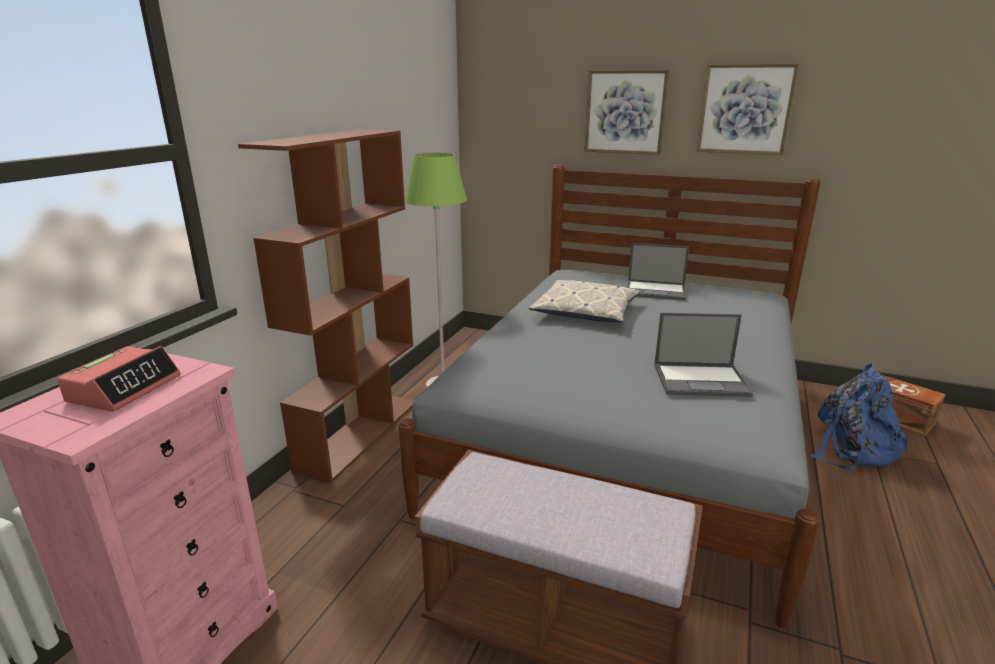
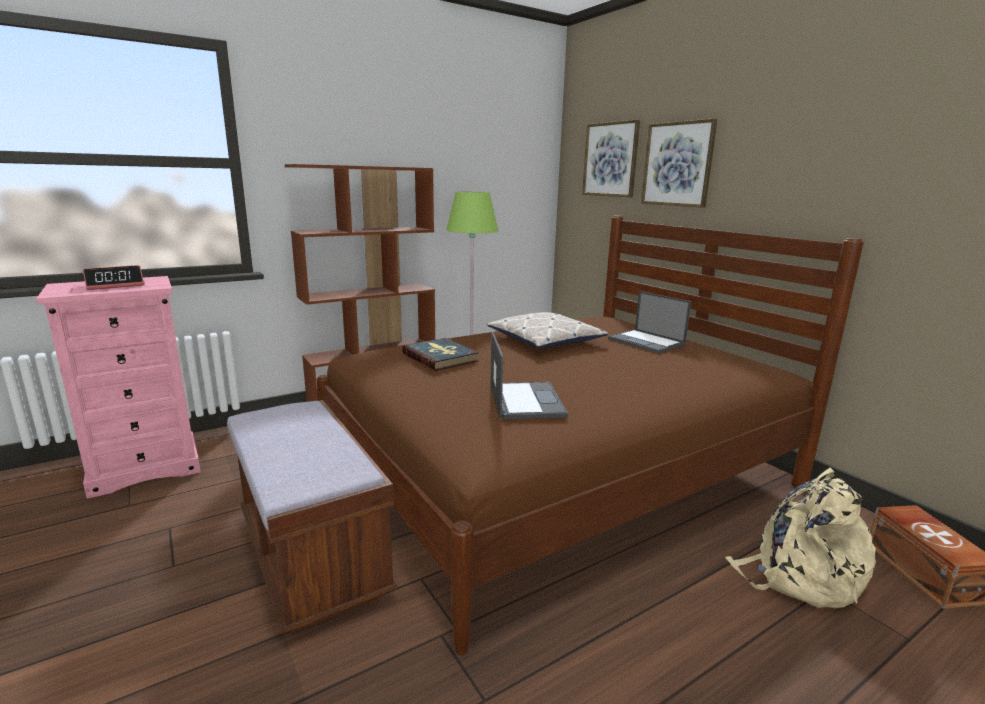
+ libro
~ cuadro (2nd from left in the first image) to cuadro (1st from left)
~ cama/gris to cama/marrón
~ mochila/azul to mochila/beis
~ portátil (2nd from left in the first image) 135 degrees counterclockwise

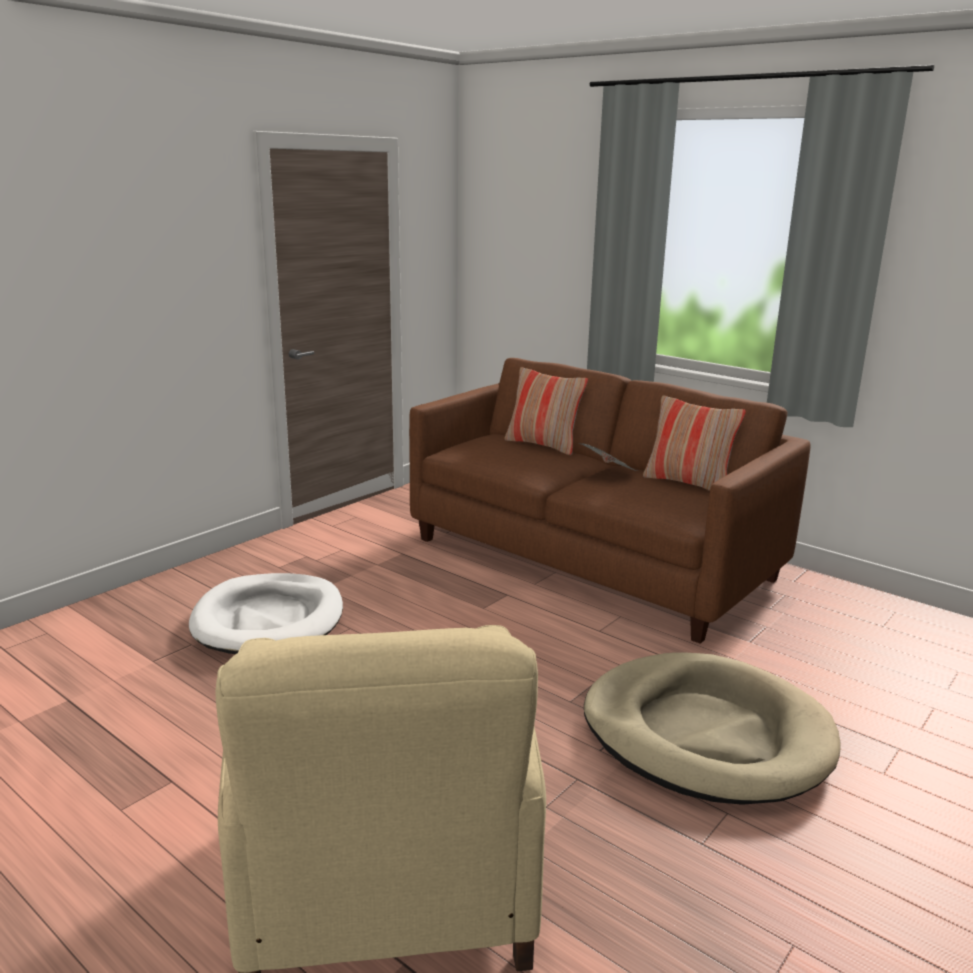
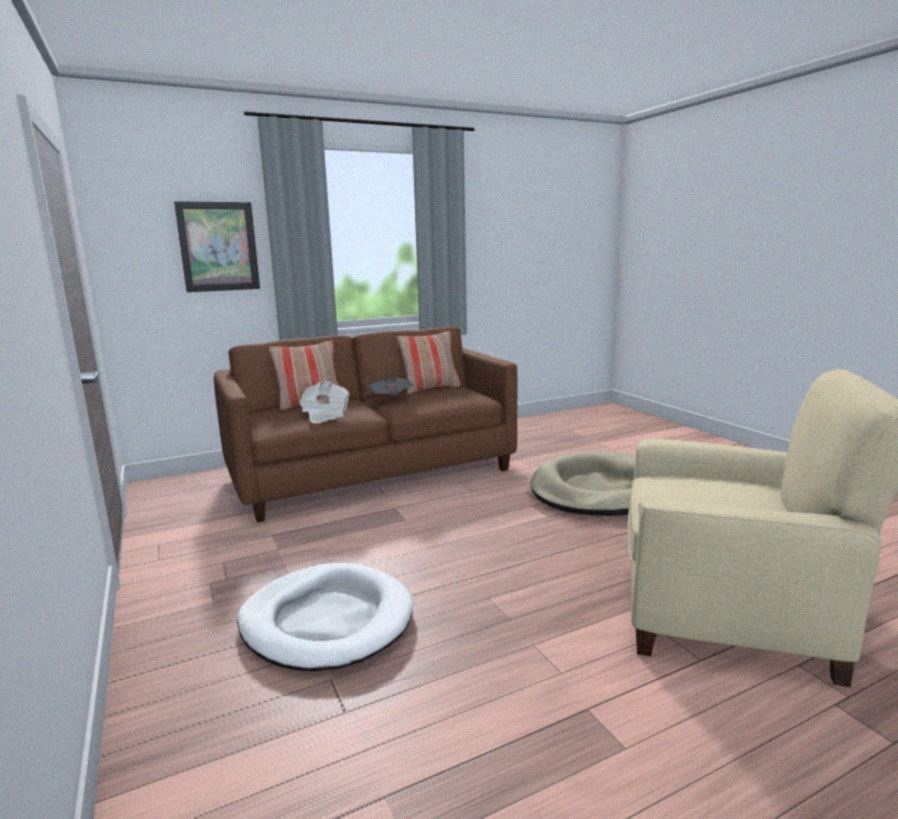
+ cuadro
+ periódico (1st from left)

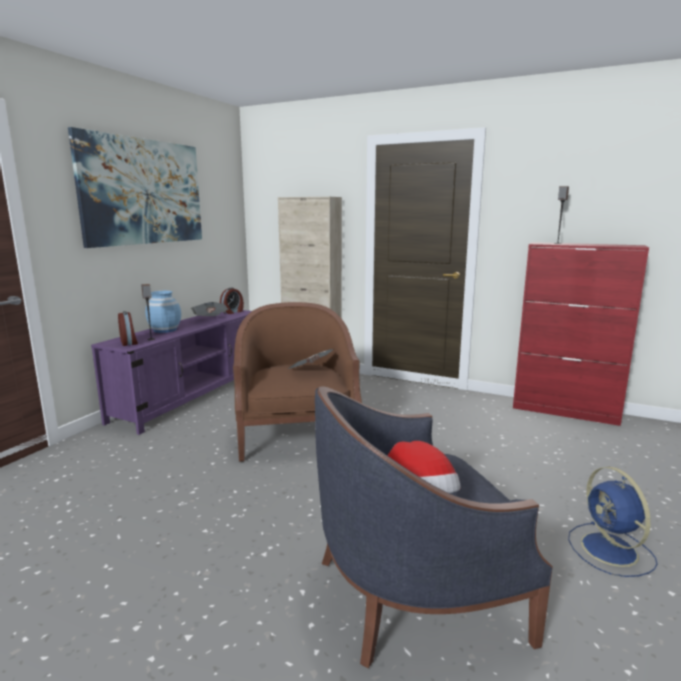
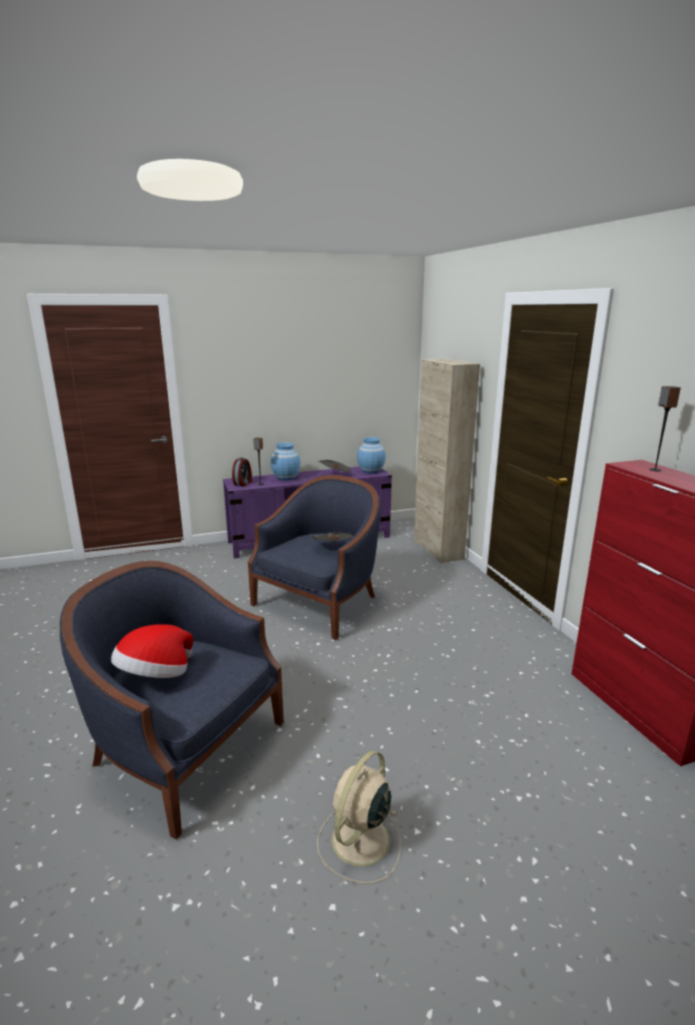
- cuadro
~ despertador (2nd from left) to florero/azul (2nd from left)
~ sillón/marrón to sillón/azul (2nd from left)
~ ventilador/azul to ventilador/beis

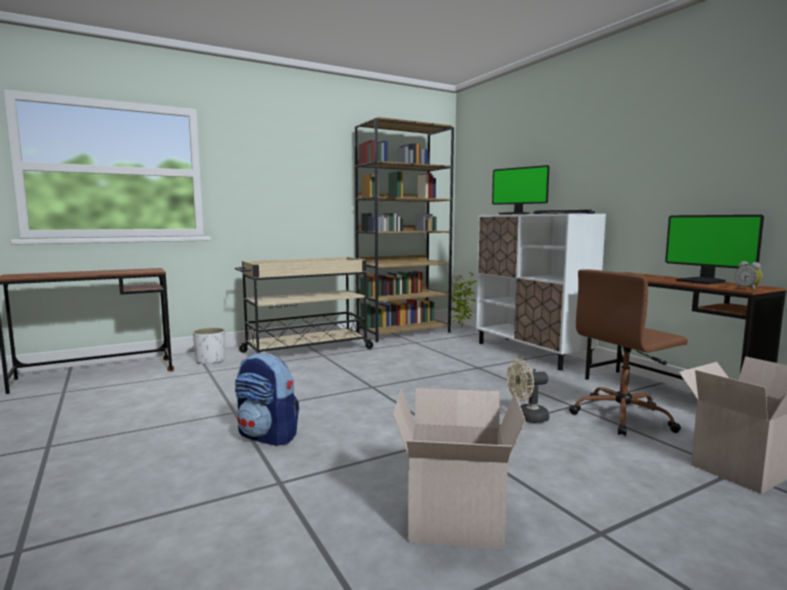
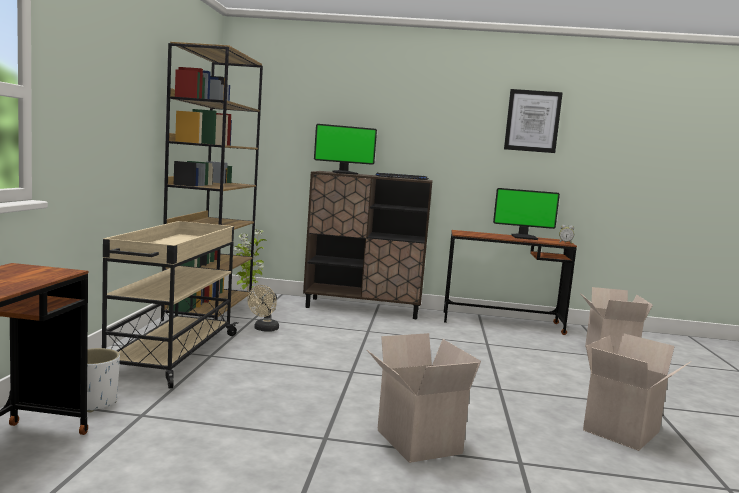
- silla de oficina/marrón
+ cuadro
~ ventilador/beis
~ mochila to caja de cartón (1st from left)
~ armario/blanco to armario/marrón

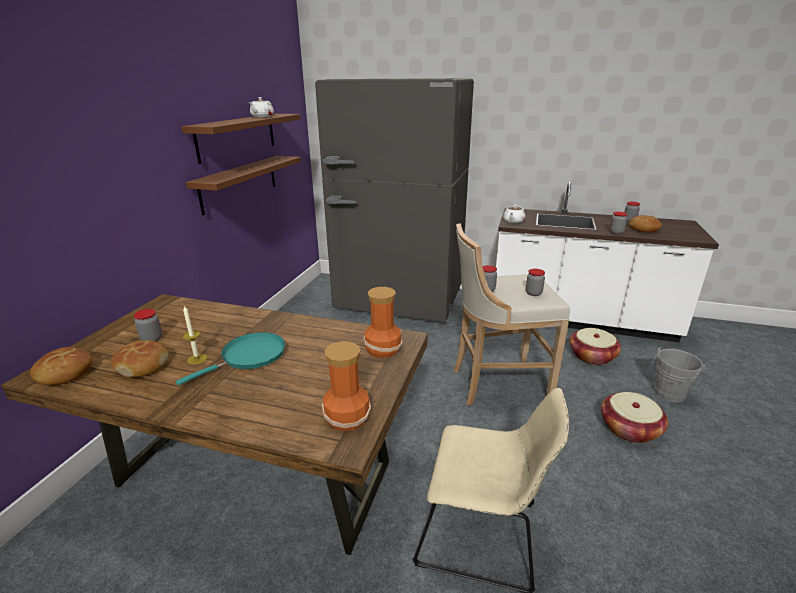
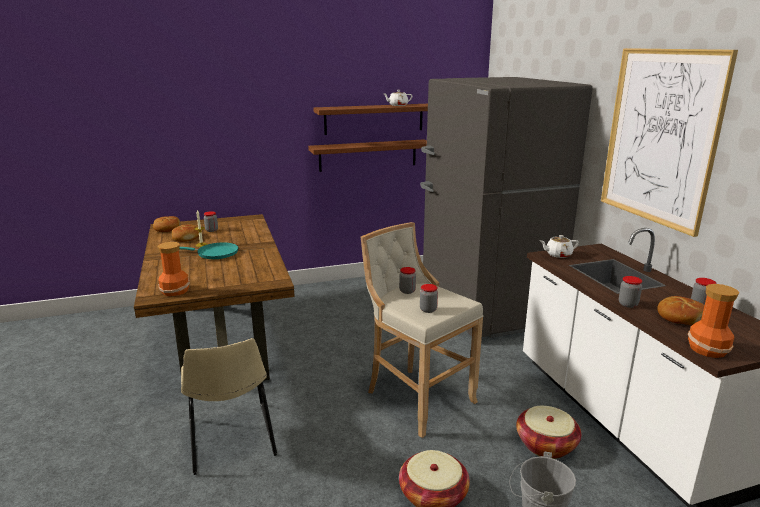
+ cuadro
~ florero (2nd from left)

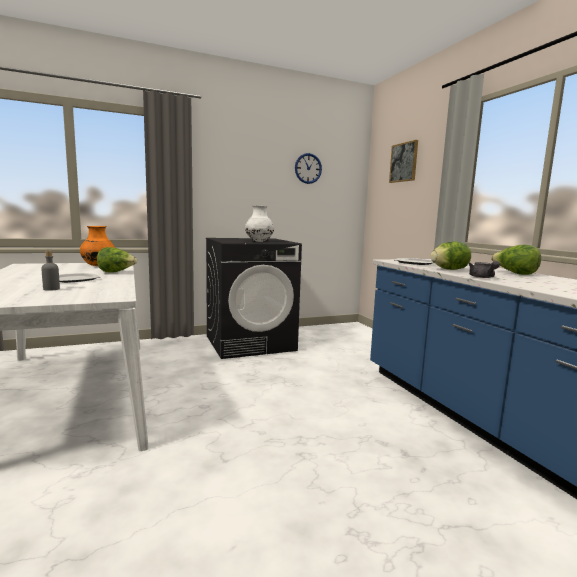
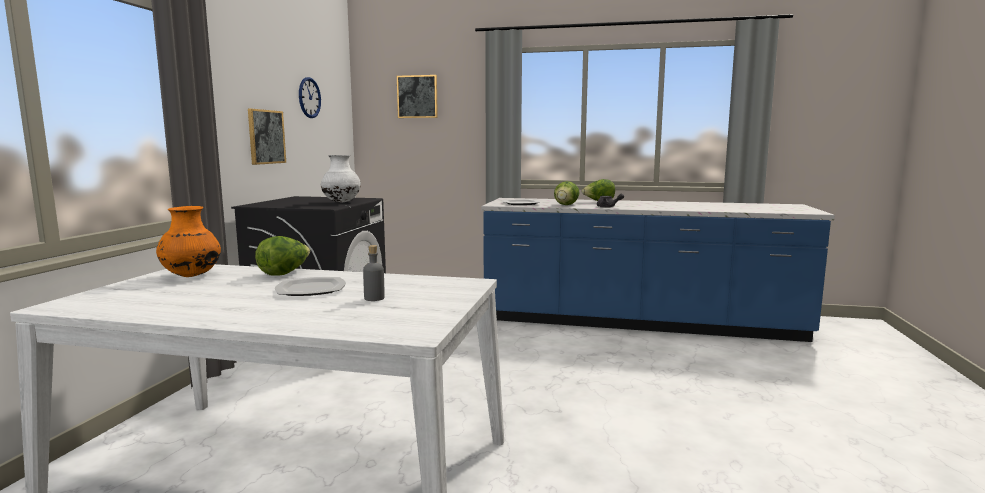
+ cuadro (1st from left)

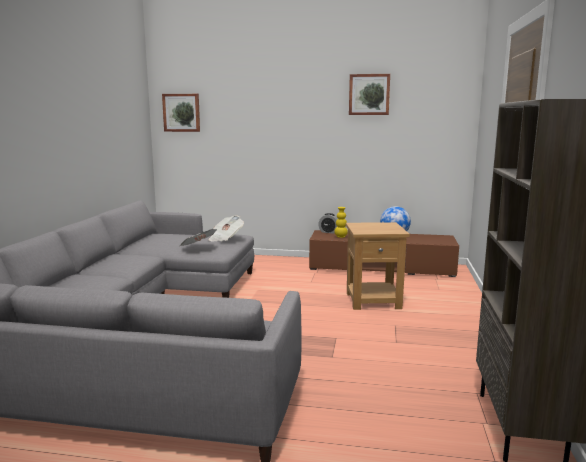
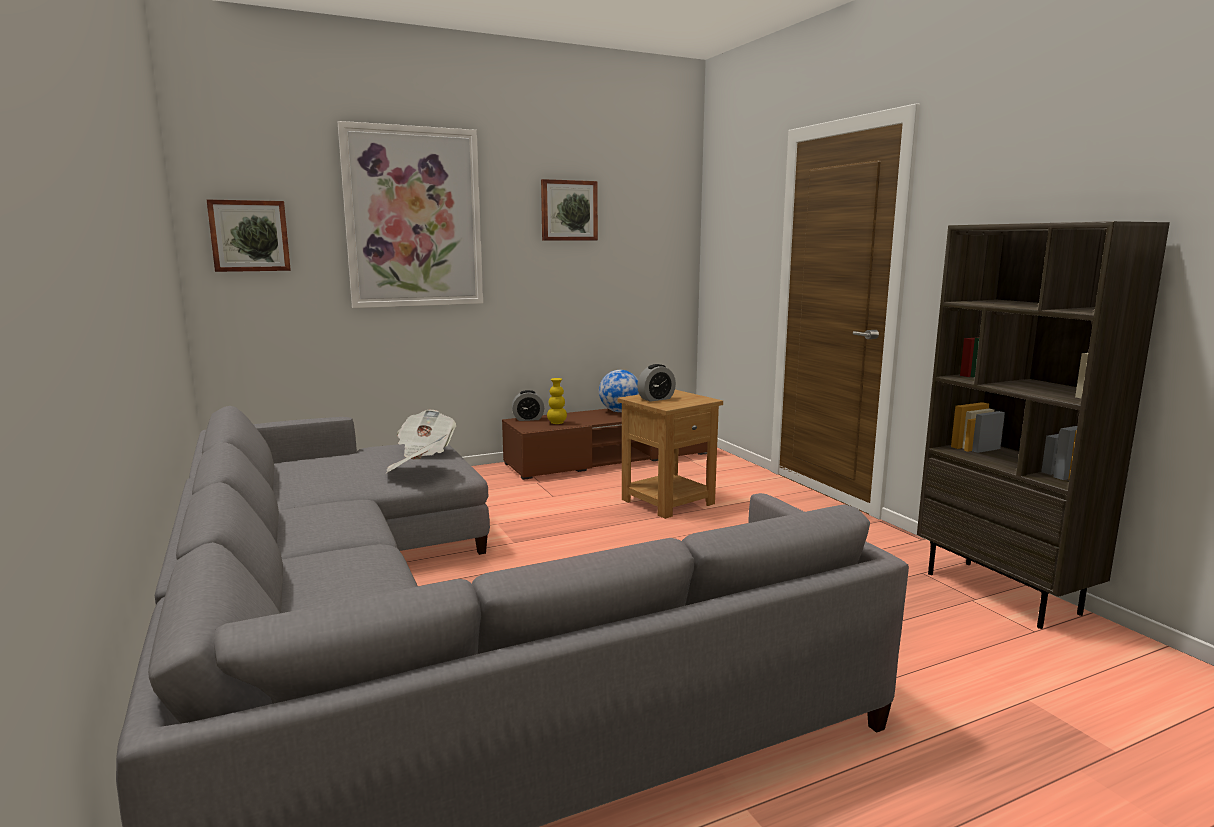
+ cuadro (2nd from left)
+ despertador (2nd from left)

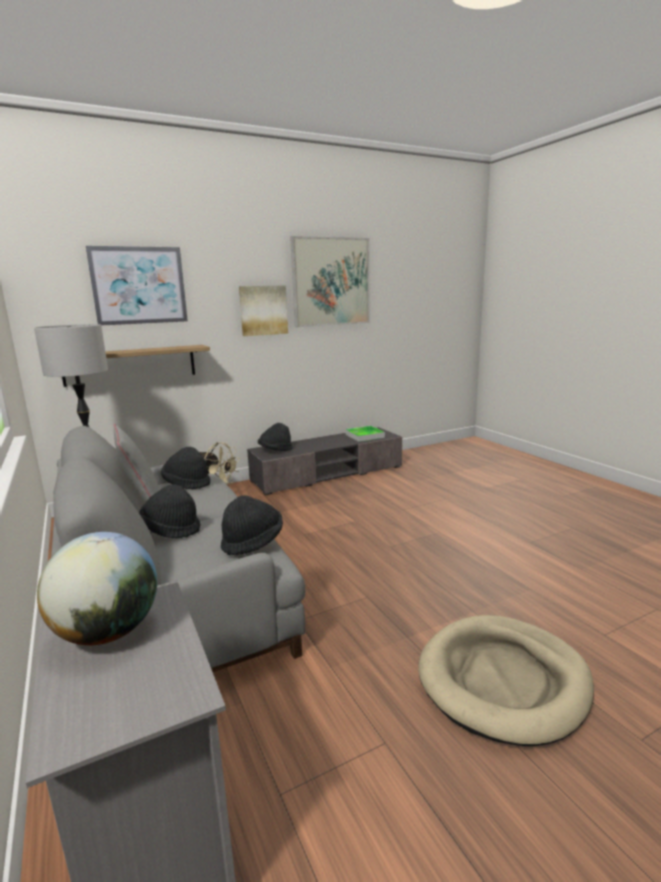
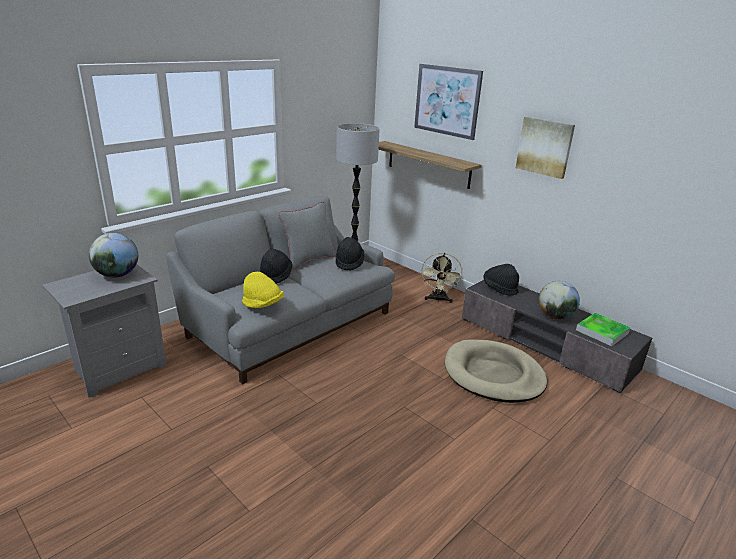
- cuadro (3rd from left)
+ globo terráqueo (2nd from left)
~ cama para perro/beis
~ sombrero/negro (3rd from left) to sombrero/amarillo

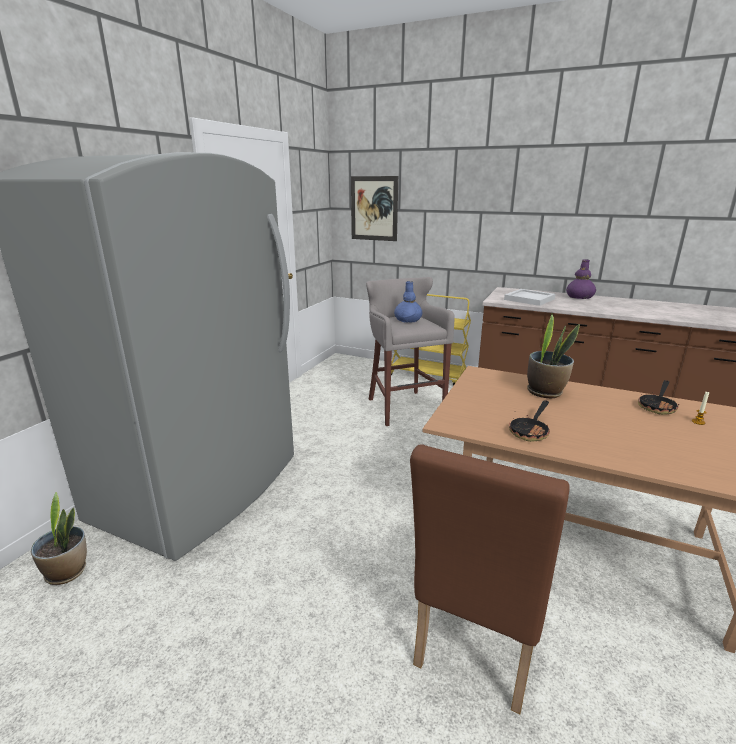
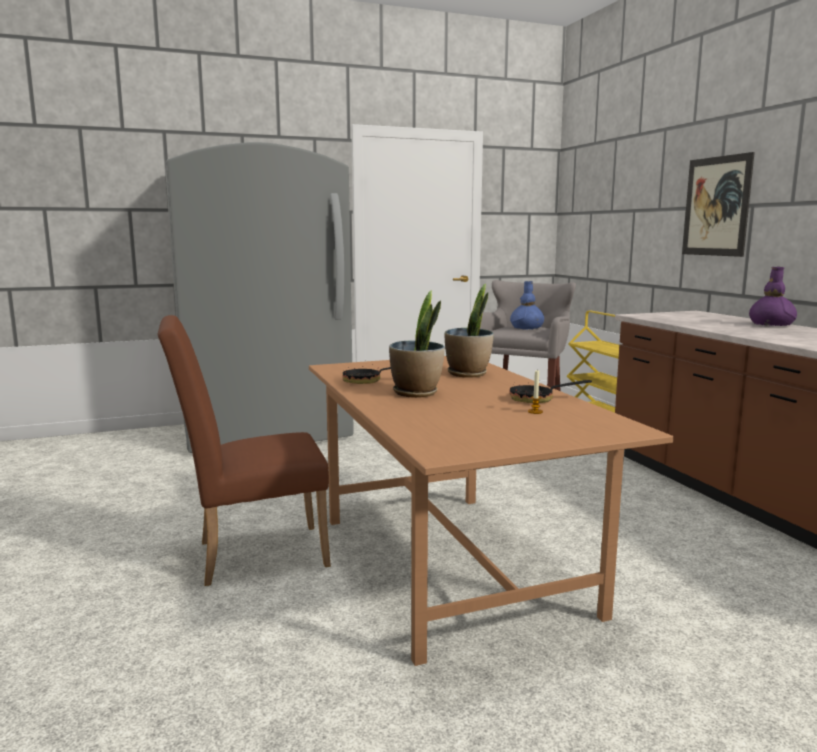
- bandeja/blanco
~ planta en maceta (1st from left)
~ cuadro

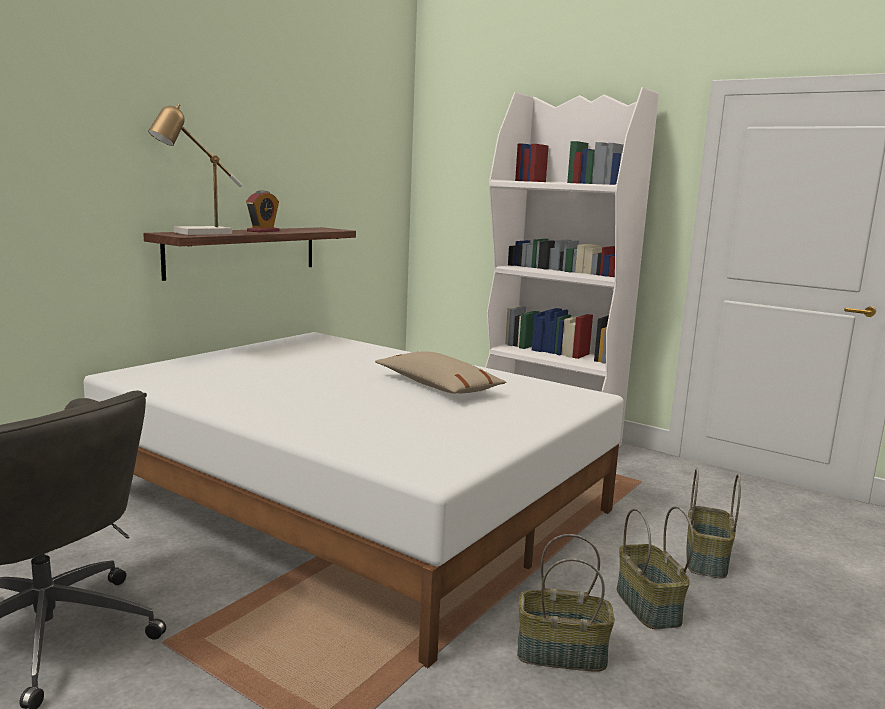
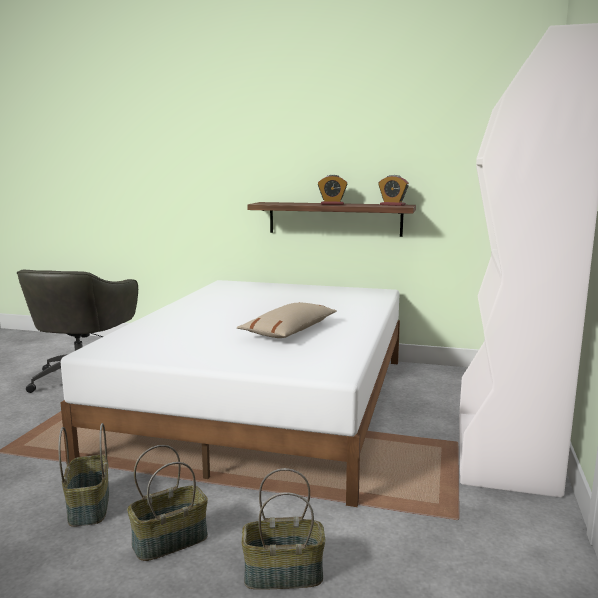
- lámpara de mesa
+ despertador (2nd from left)

